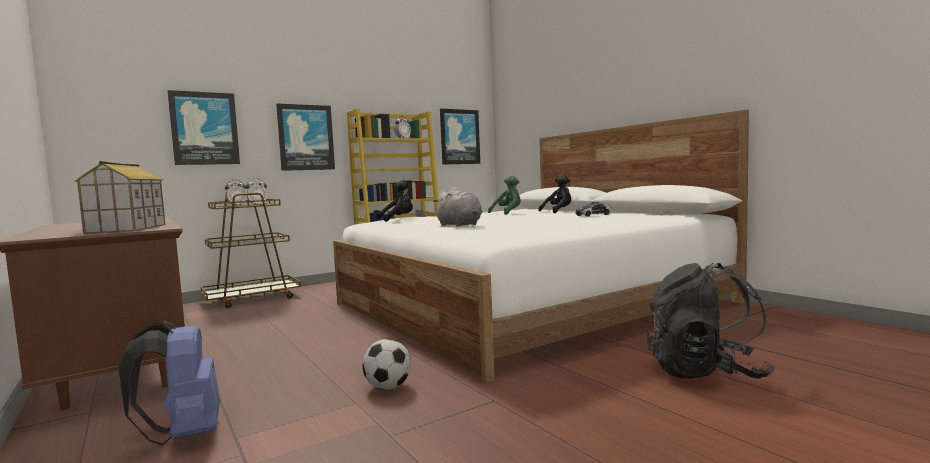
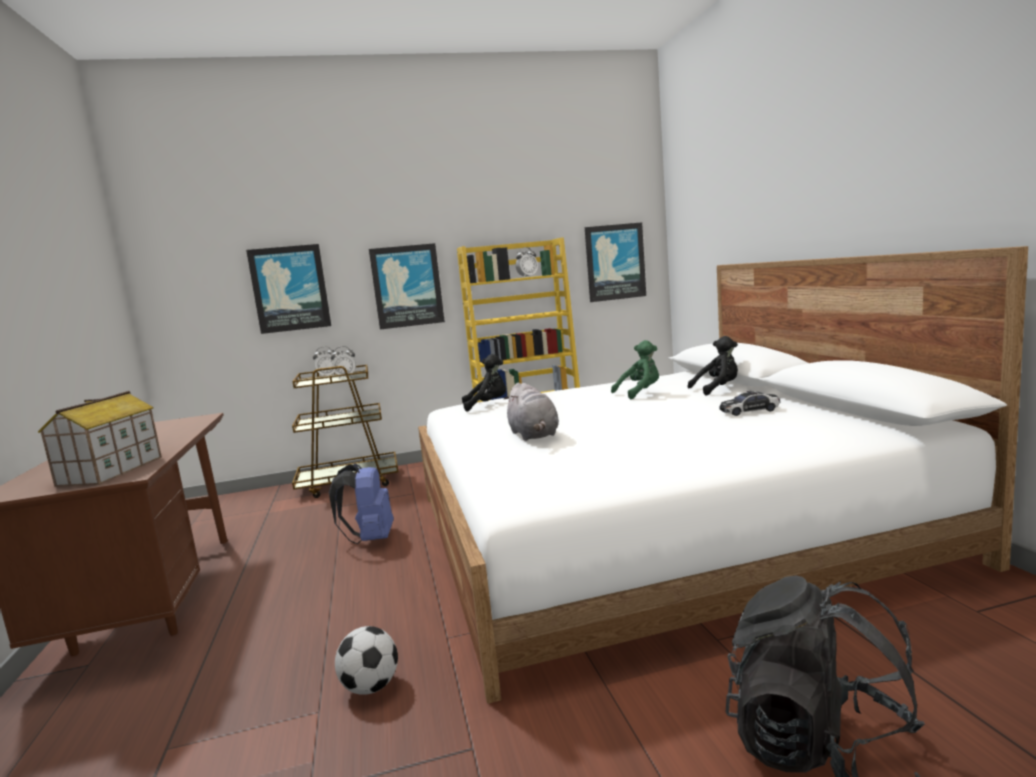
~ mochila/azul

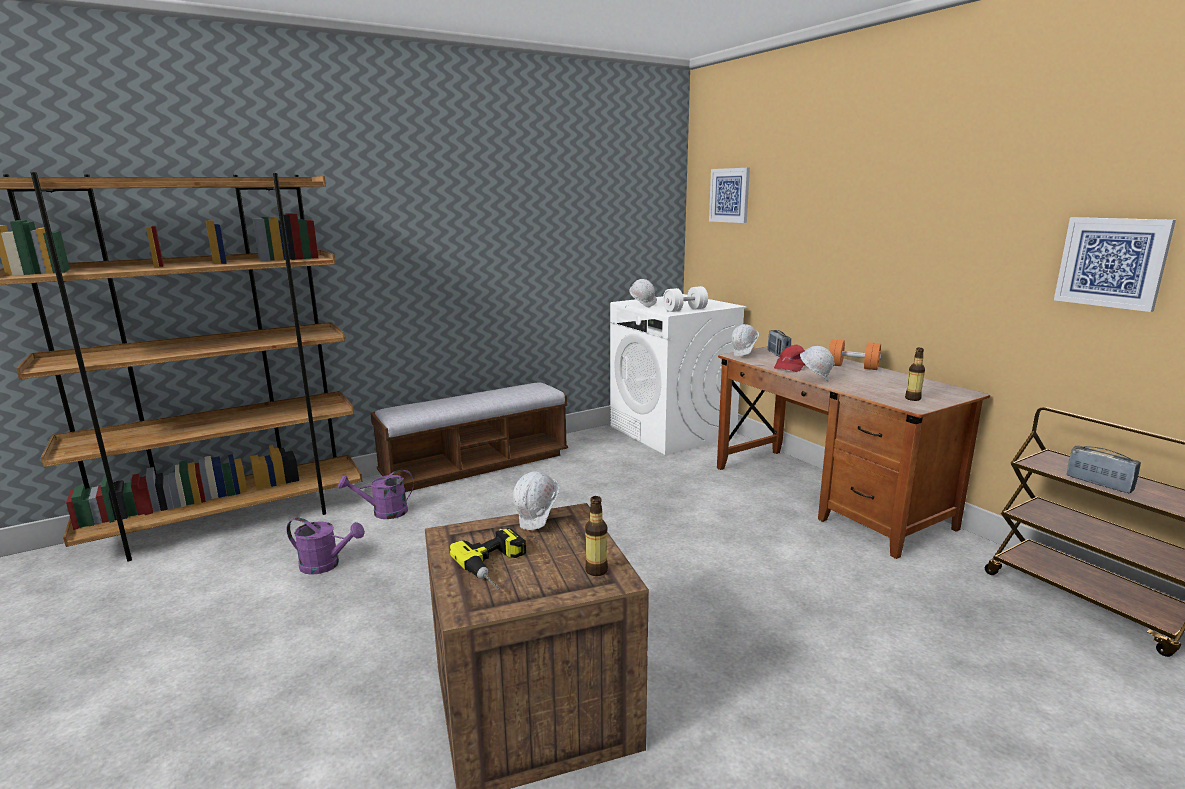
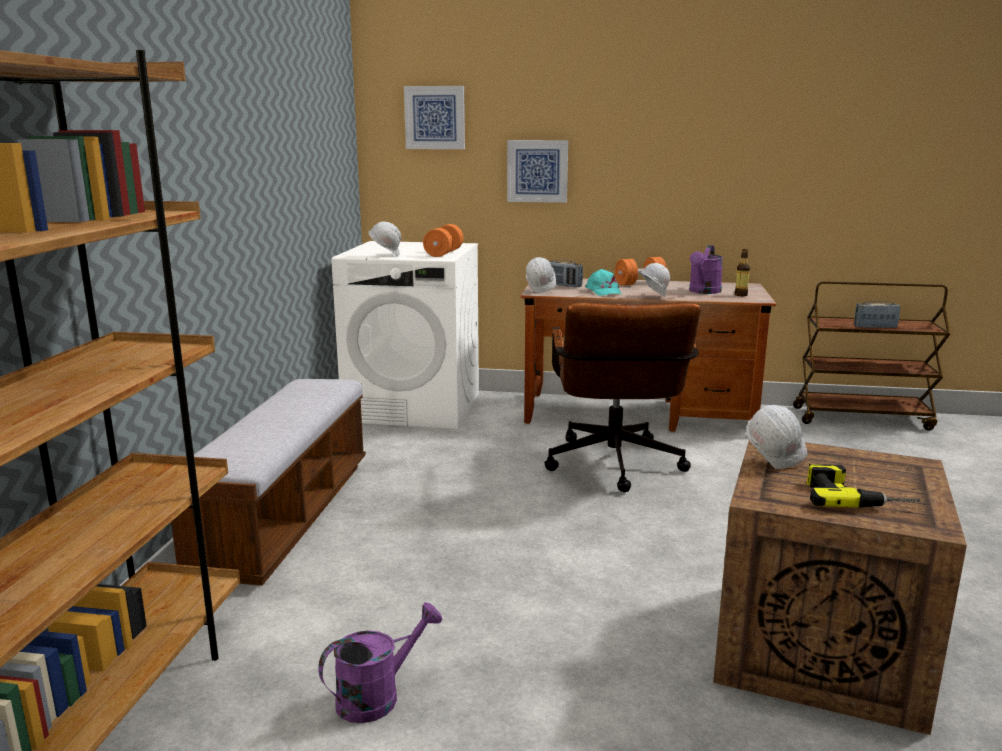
- botella (1st from left)
+ silla de oficina/marrón
~ regadera/morado (2nd from left)
~ cuadro (2nd from left)
~ mancuerna/blanco to mancuerna/naranja (1st from left)
~ gorra/rojo to gorra/turquesa

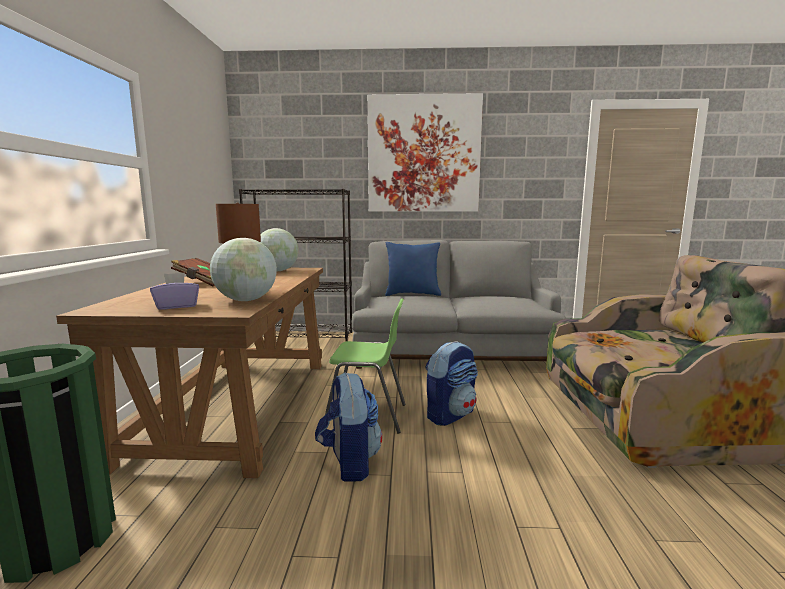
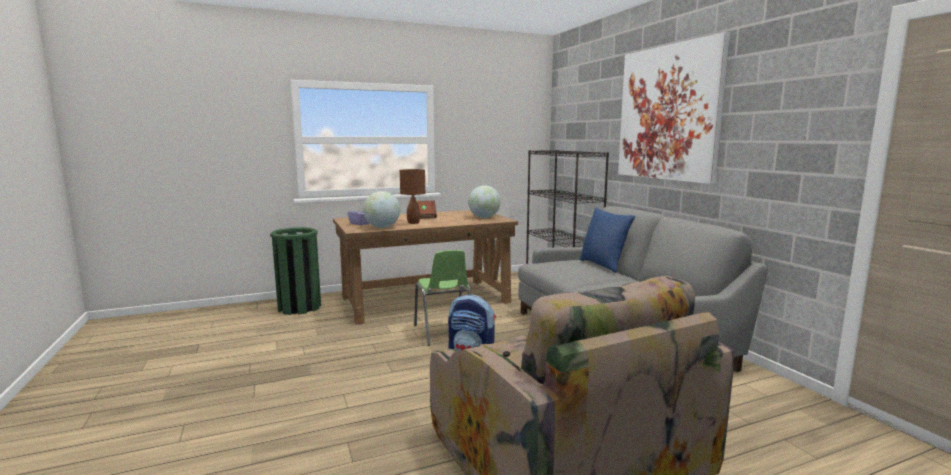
- mochila (1st from left)

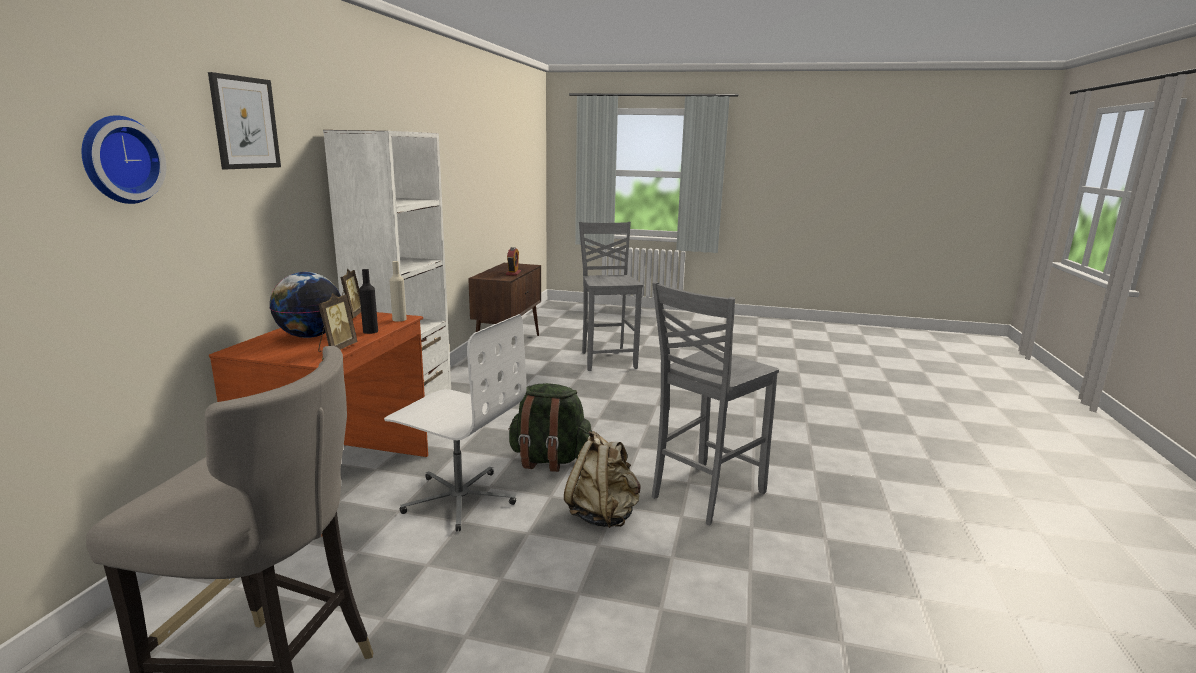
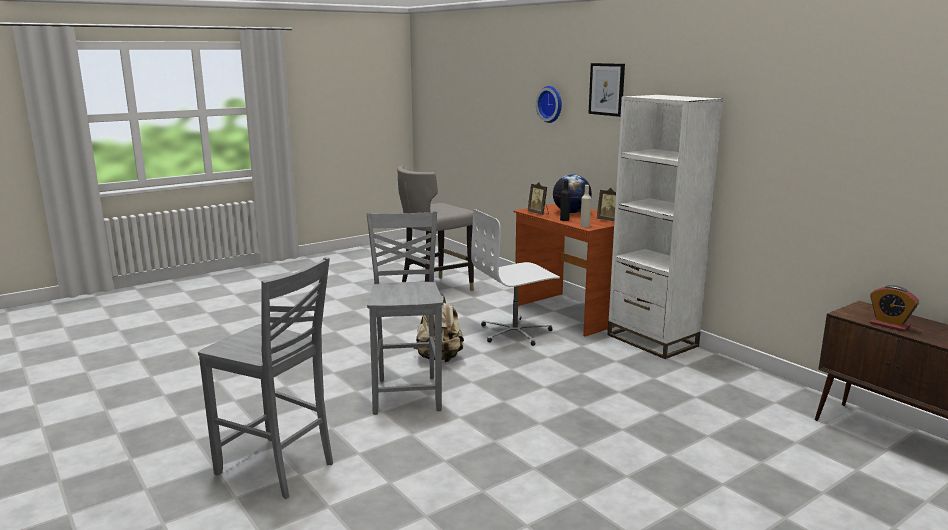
- mochila/verde
~ silla/gris (1st from left)

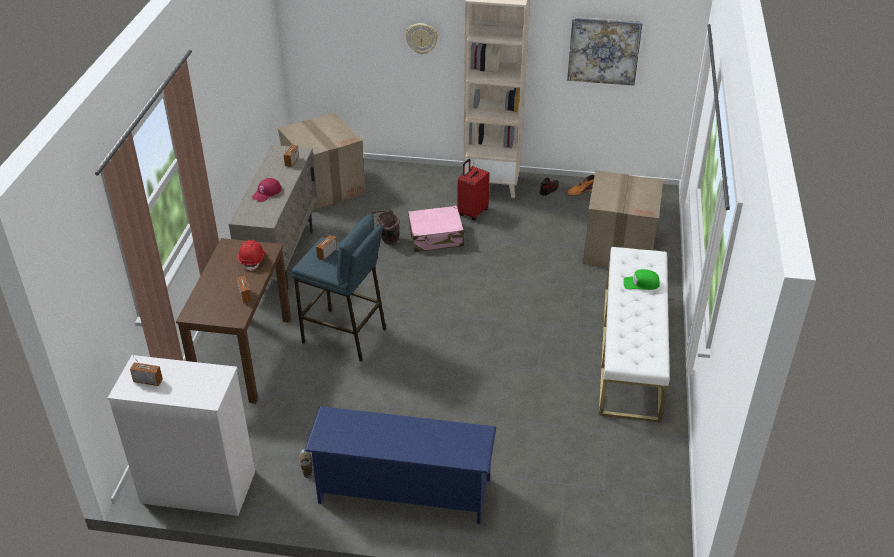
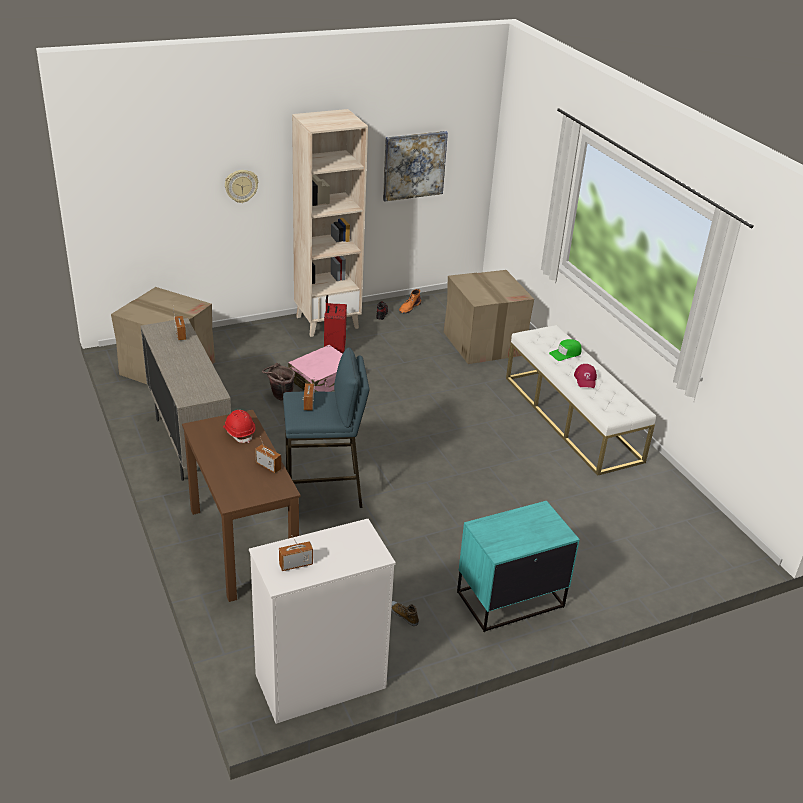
~ gorra/rojo
~ zapatero/azul to mesita de noche/turquesa

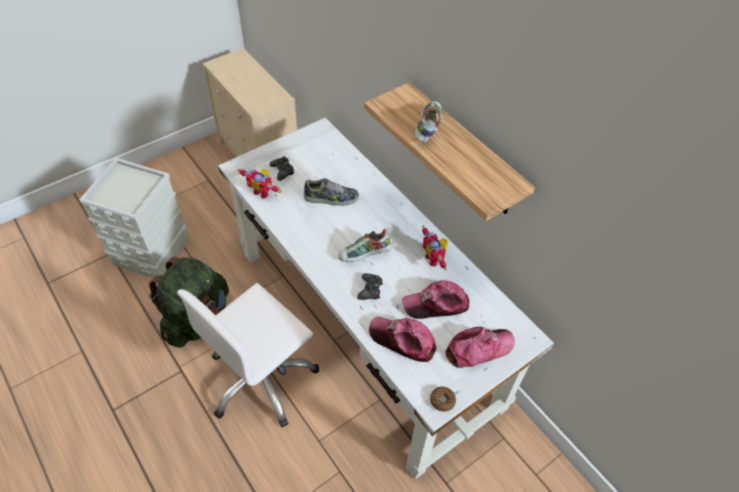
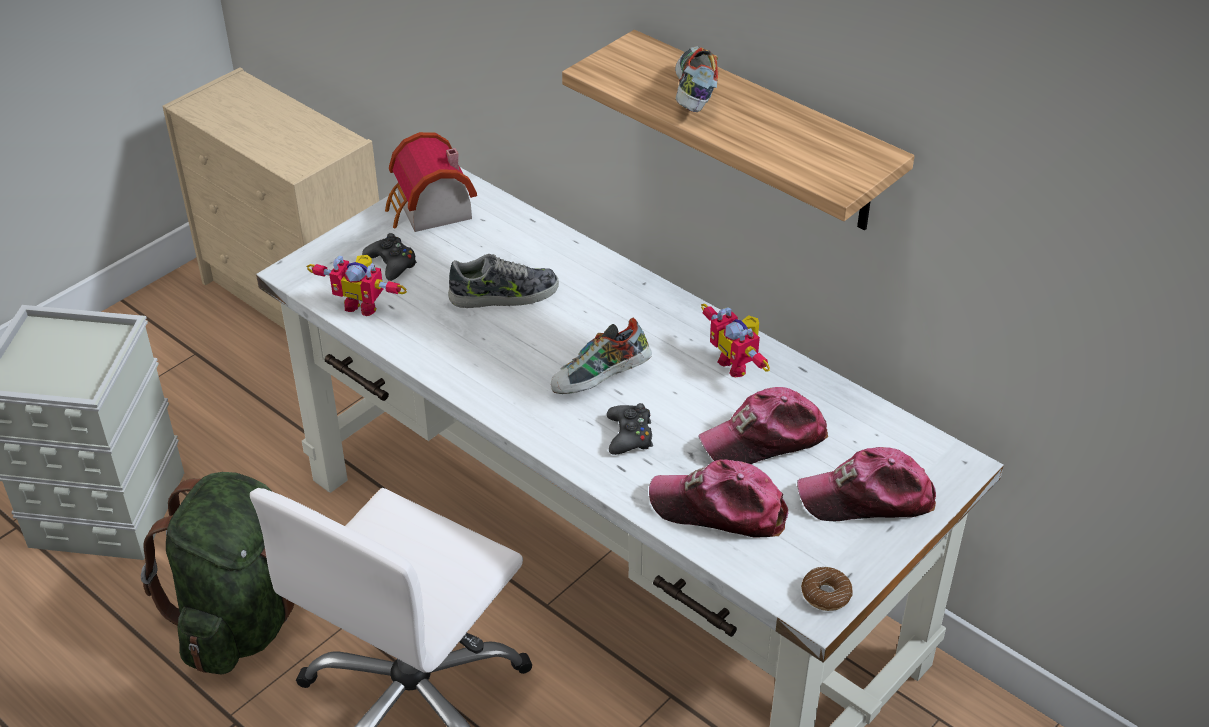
+ casita
~ gorra (3rd from left) 150 degrees counterclockwise

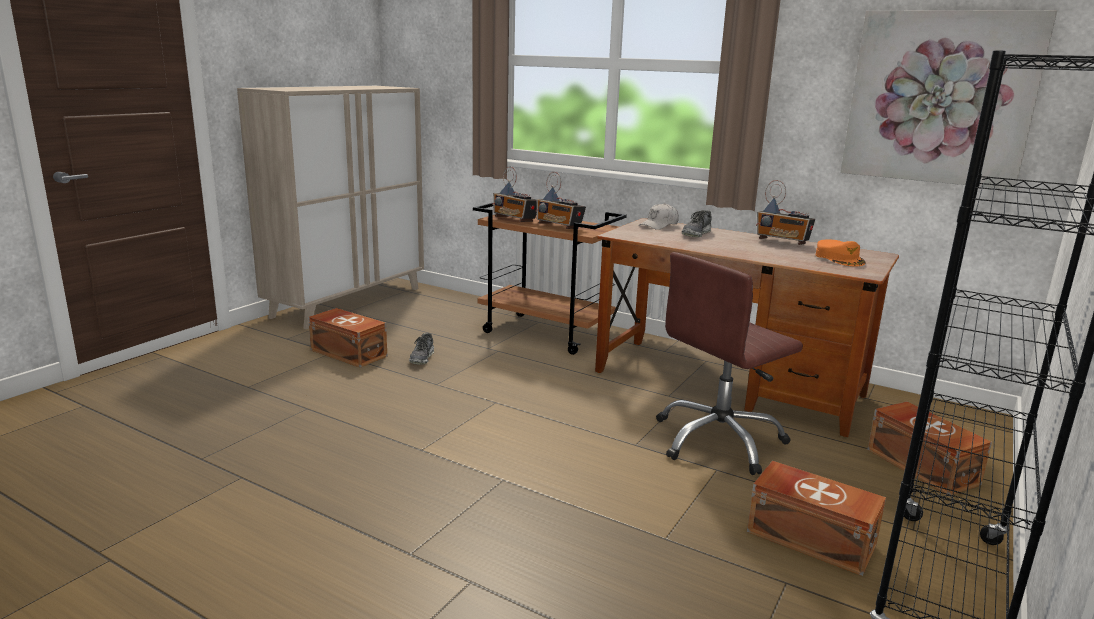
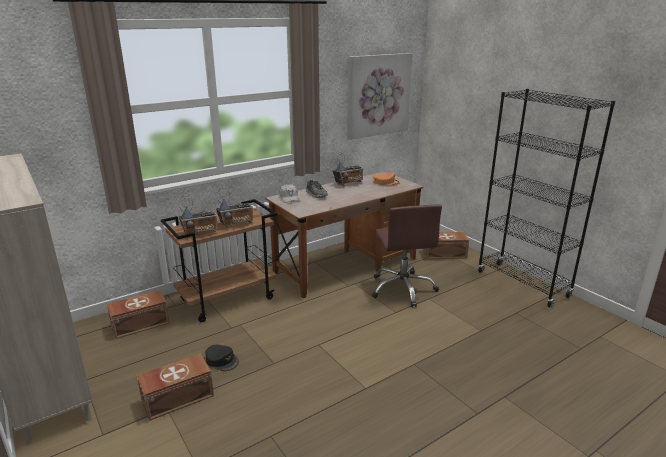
~ caja de almacenaje/marrón (2nd from left in the first image) to caja de almacenaje/marrón (1st from left)
~ zapato (1st from left) to gorra/negro

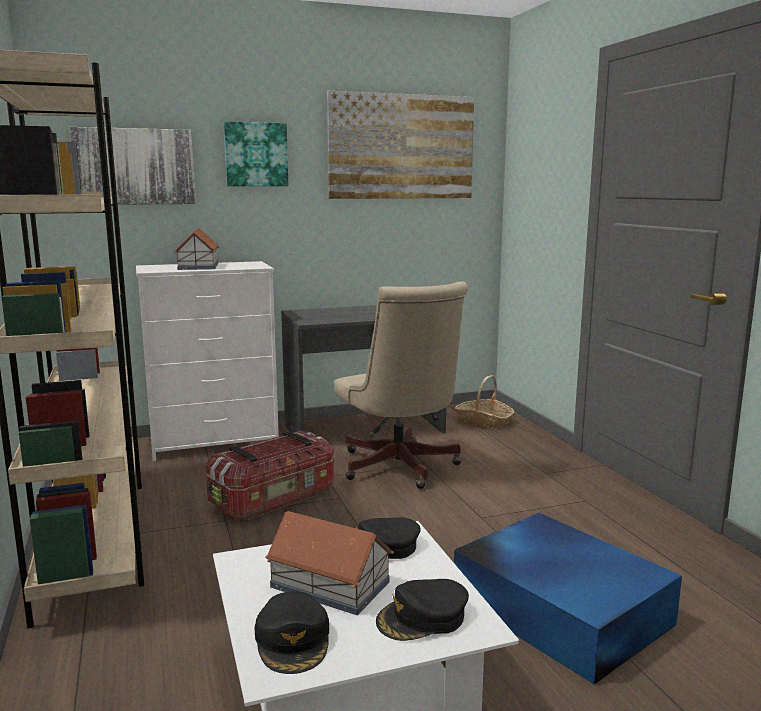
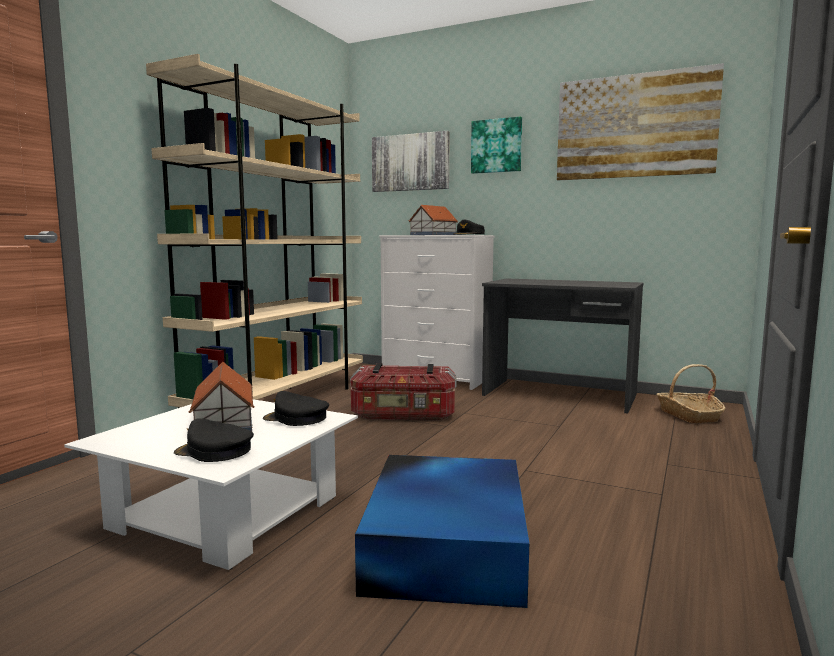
- silla de oficina/beis
~ gorra/negro (1st from left in the first image) to gorra/negro (3rd from left)

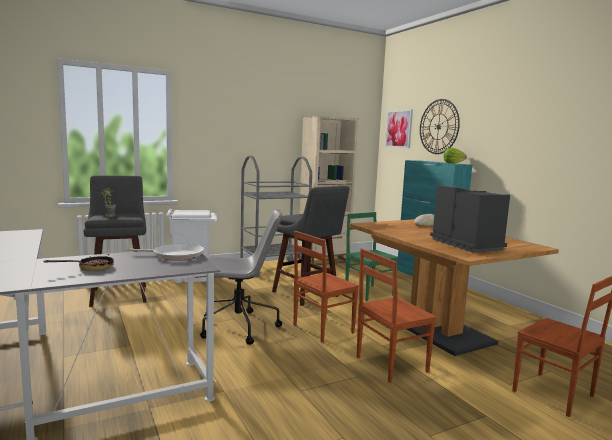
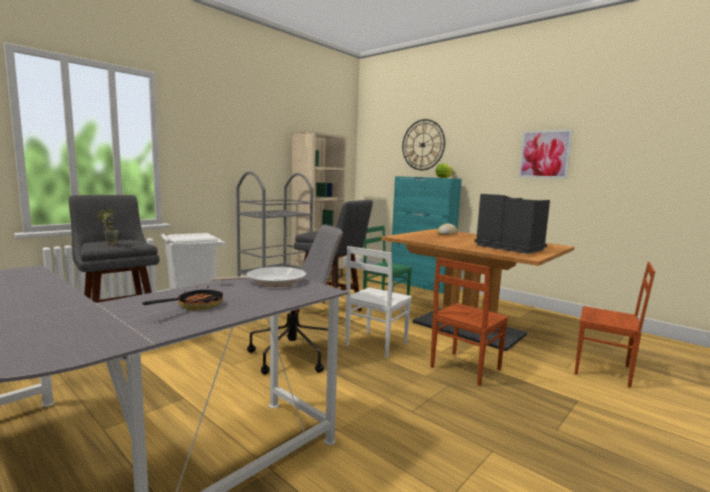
~ cuadro
~ silla/marrón (1st from left) to silla/blanco

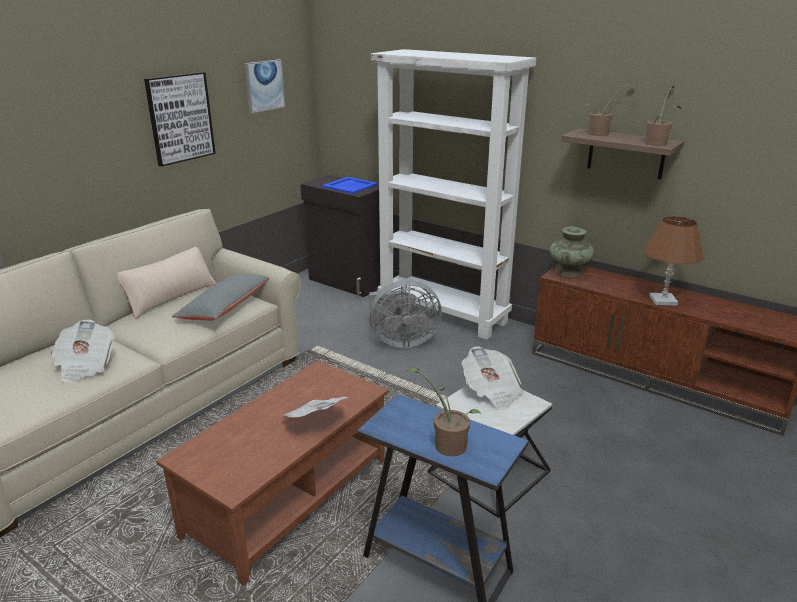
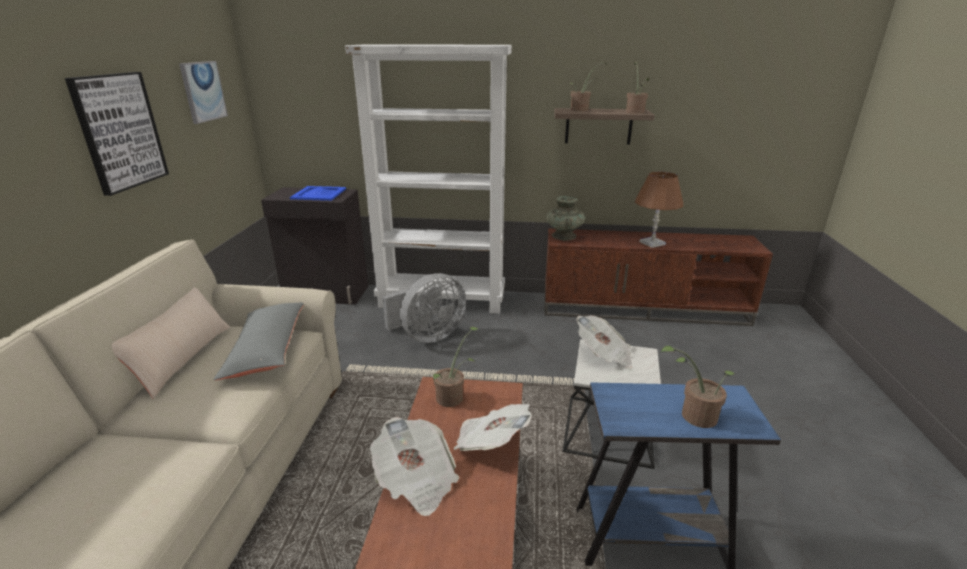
+ planta en maceta (1st from left)
~ periódico (1st from left)

